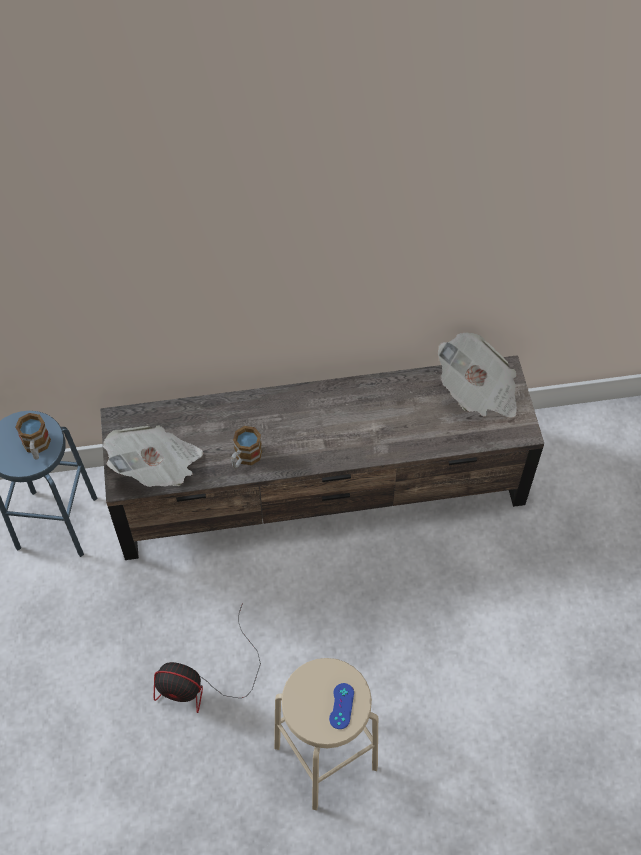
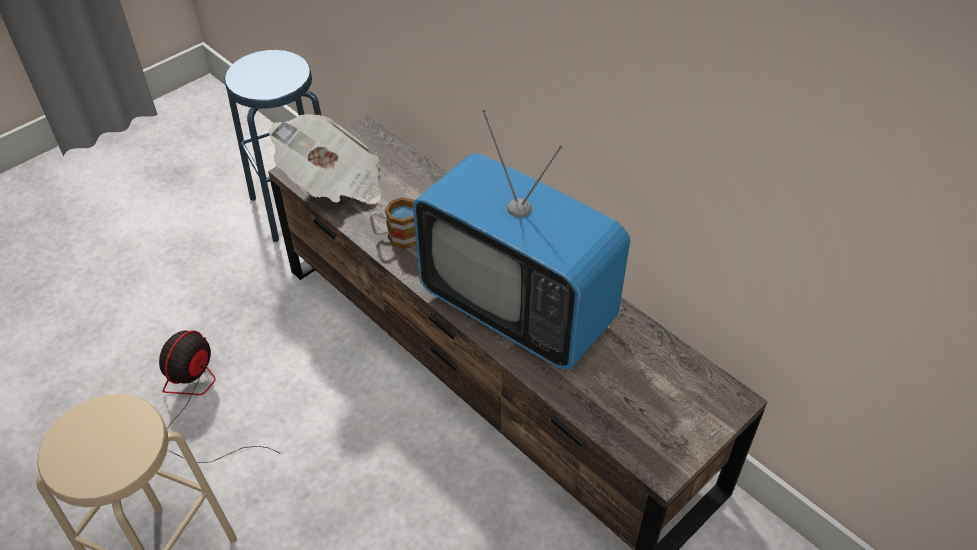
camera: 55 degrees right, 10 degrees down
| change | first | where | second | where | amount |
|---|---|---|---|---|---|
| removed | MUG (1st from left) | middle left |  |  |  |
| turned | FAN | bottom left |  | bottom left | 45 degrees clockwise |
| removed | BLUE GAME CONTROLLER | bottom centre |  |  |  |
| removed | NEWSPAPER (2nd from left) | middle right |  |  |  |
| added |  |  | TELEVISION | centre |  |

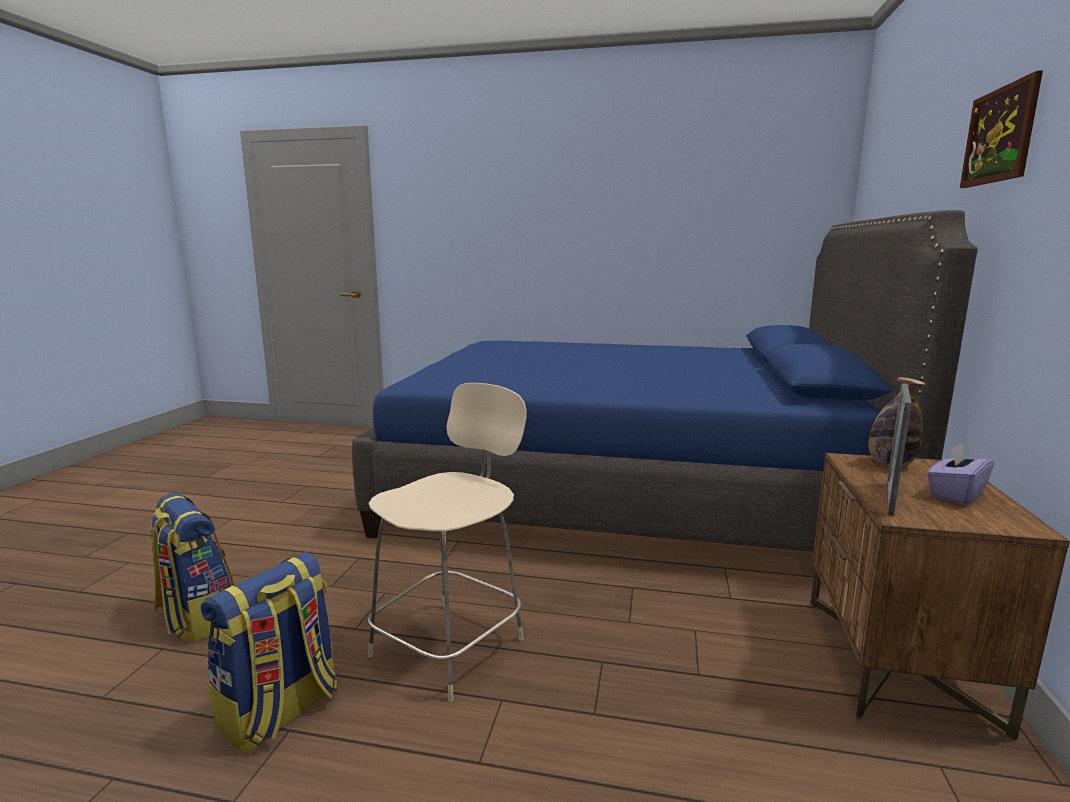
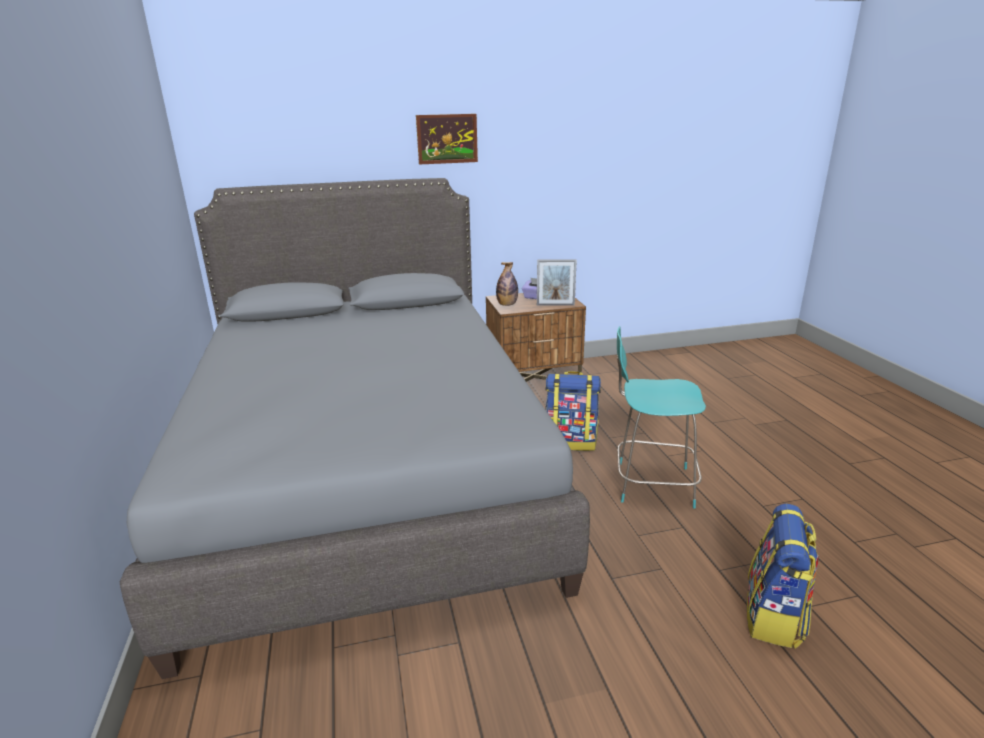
camera: 115 degrees left, 10 degrees up
| change | first | where | second | where | amount |
|---|---|---|---|---|---|
| moved | BACKPACK (2nd from left in the first image) | bottom left | BACKPACK (1st from left) | centre |  |
| recoloured | BLUE BED | centre | GREY BED | centre |  |
| recoloured | BEIGE CHAIR | bottom centre | TURQUOISE CHAIR | middle right |  |

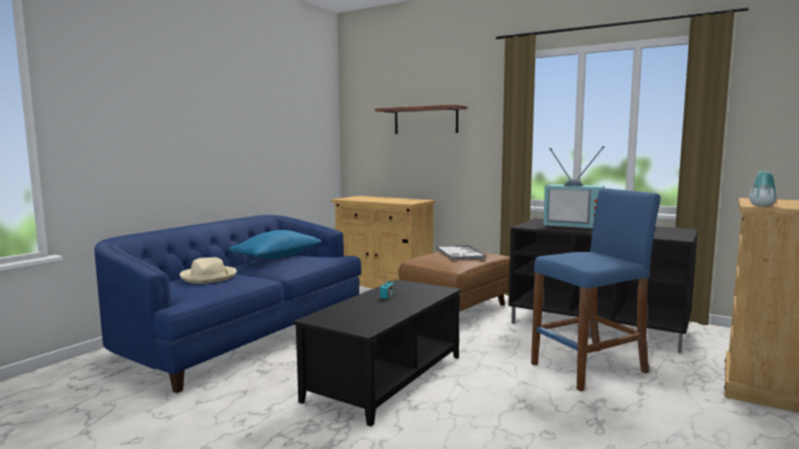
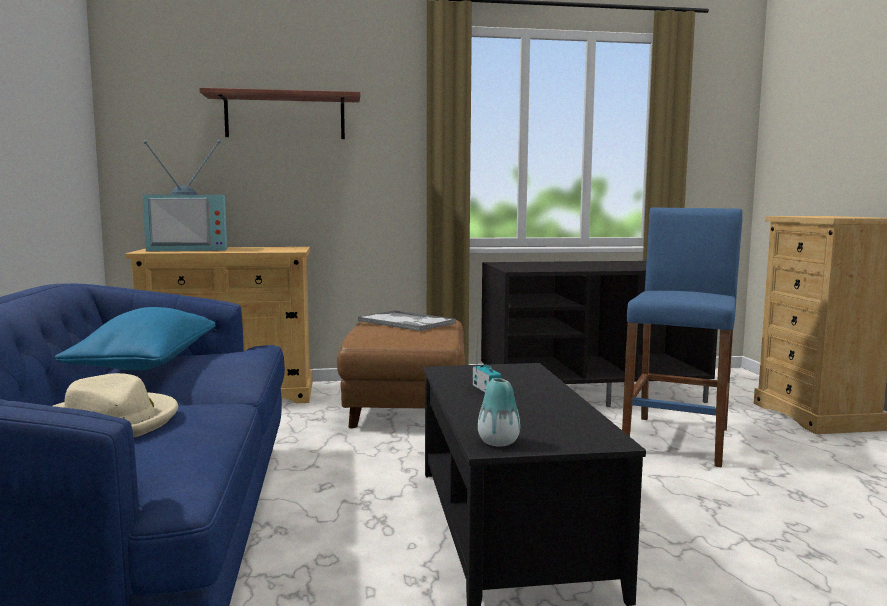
camera: 40 degrees left, 0 degrees up
| change | first | where | second | where | amount |
|---|---|---|---|---|---|
| moved | TELEVISION | middle right |  | top left |  |
| moved | VASE | middle right |  | bottom centre |  |

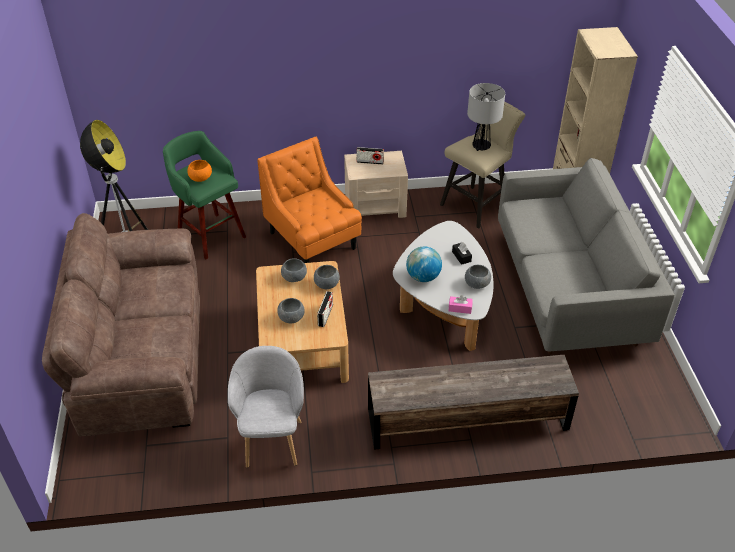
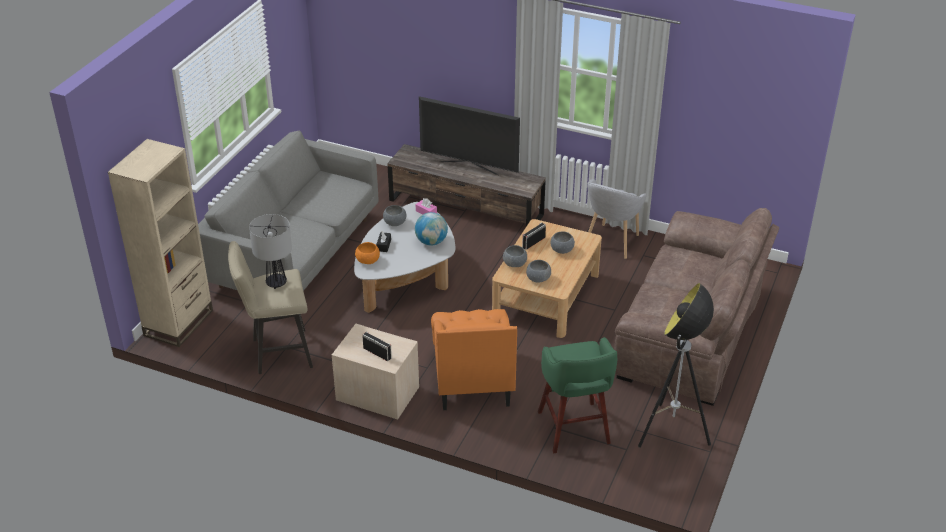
camera: 150 degrees left, 5 degrees down
| change | first | where | second | where | amount |
|---|---|---|---|---|---|
| moved | ORANGE BOWL | top left |  | centre |  |
| added |  |  | TELEVISION | top centre |  |

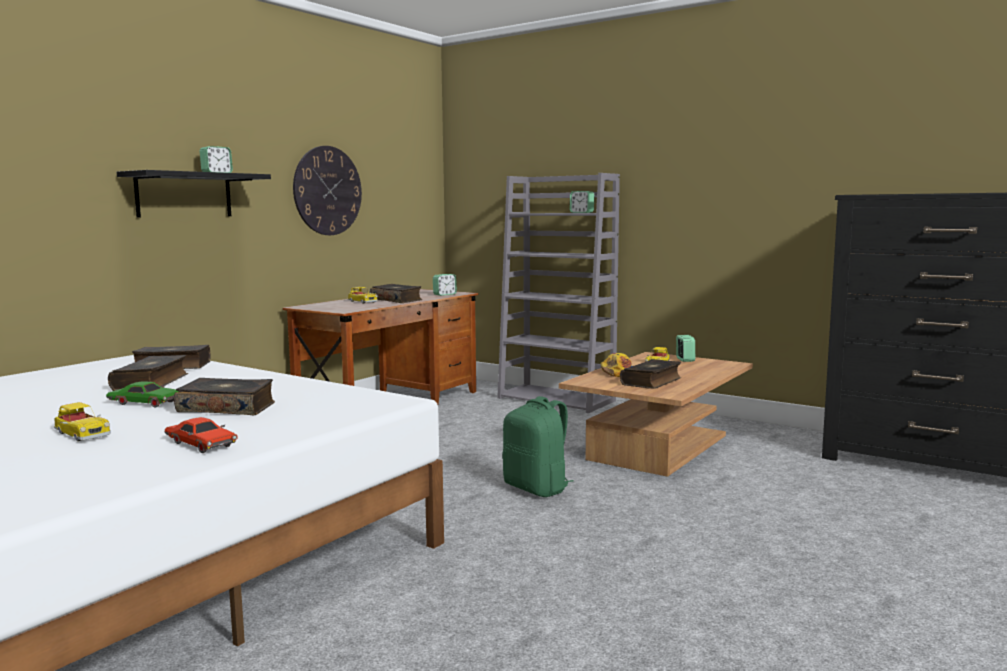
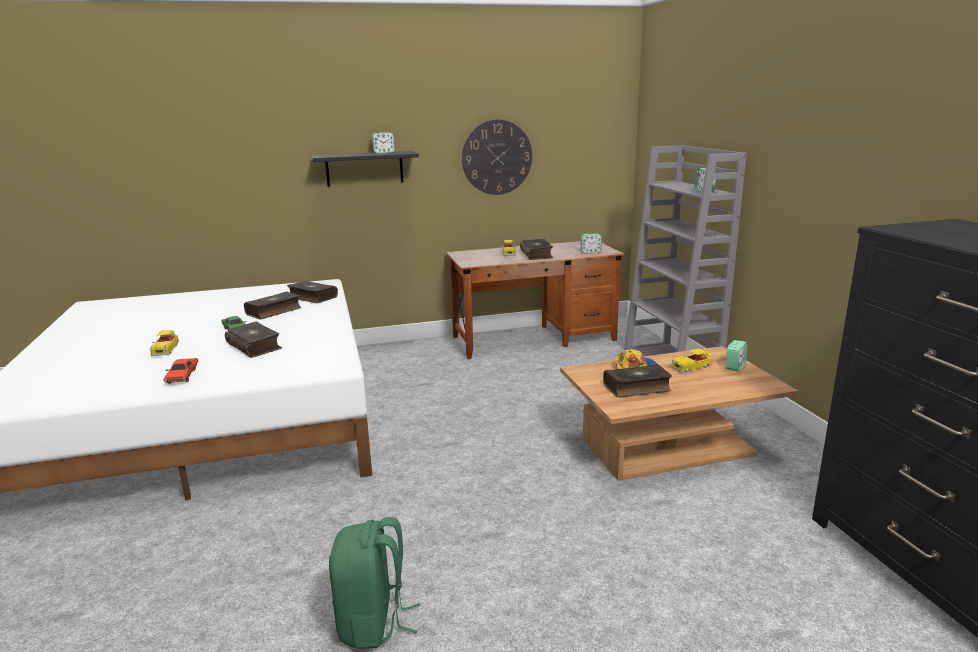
camera: 40 degrees right, 10 degrees up
| change | first | where | second | where | amount |
|---|---|---|---|---|---|
| moved | GREEN BACKPACK | centre |  | bottom centre |  |

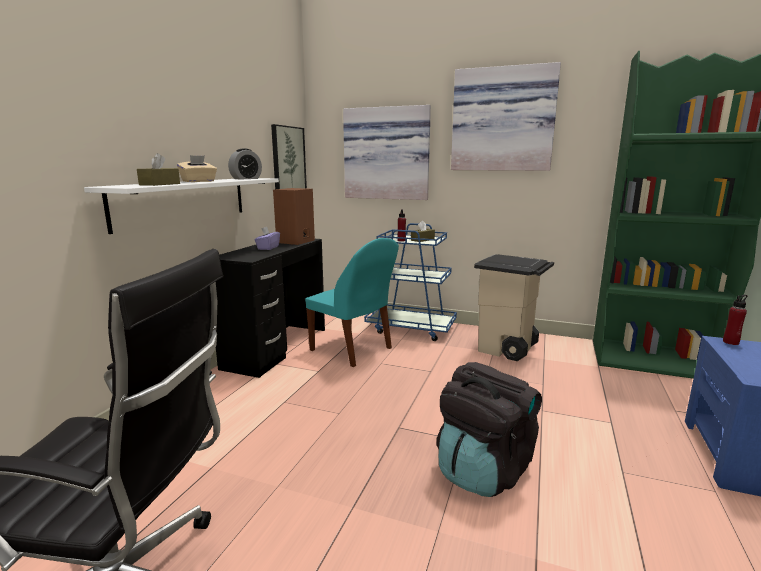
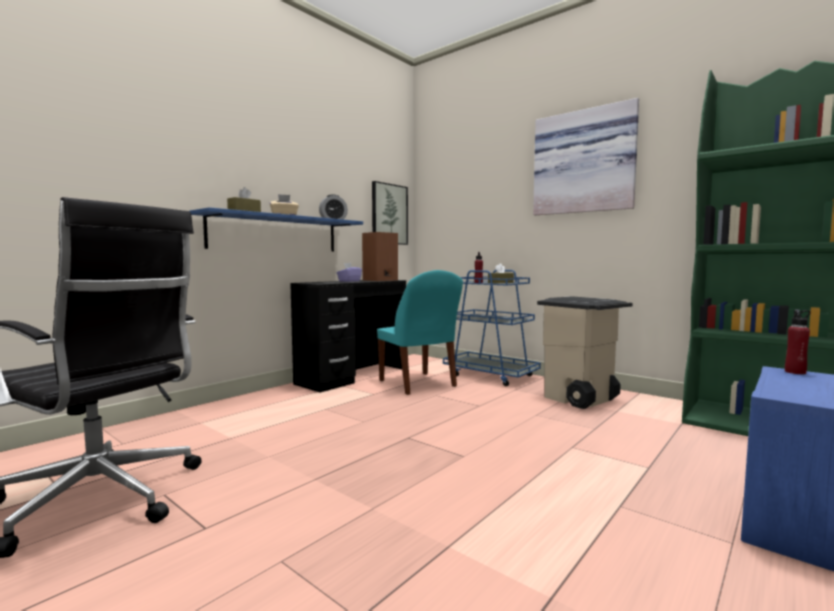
camera: 20 degrees right, 10 degrees down
| change | first | where | second | where | amount |
|---|---|---|---|---|---|
| recoloured | WHITE SHELF | middle left | BLUE SHELF | middle left |  |
| removed | PICTURE (2nd from left) | top centre |  |  |  |
| removed | BLACK BACKPACK | bottom centre |  |  |  |

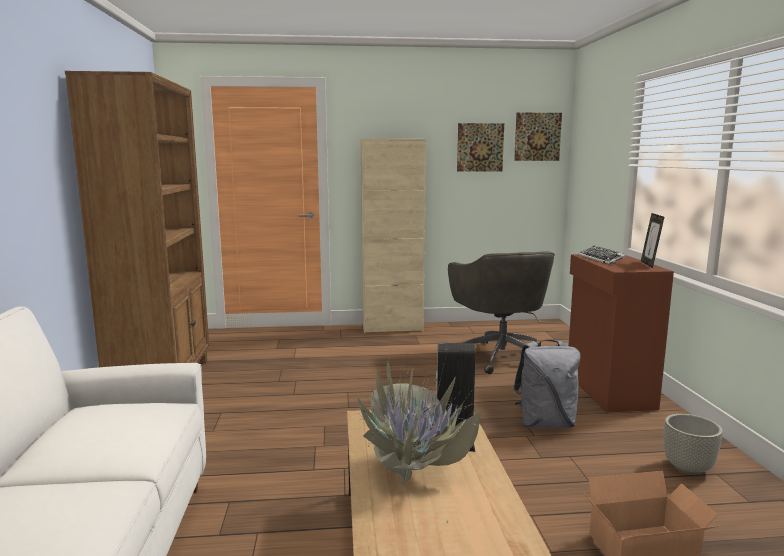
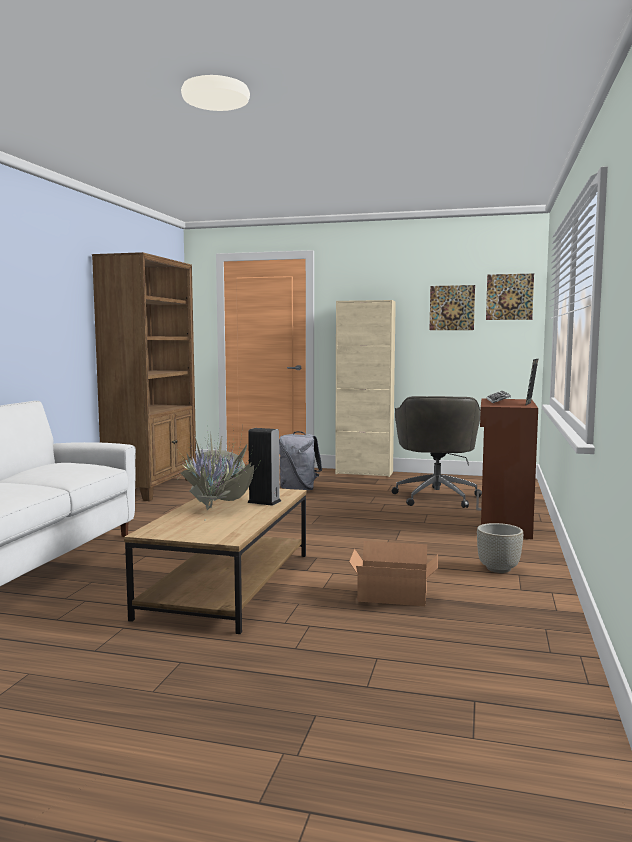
camera: 20 degrees right, 5 degrees down
| change | first | where | second | where | amount |
|---|---|---|---|---|---|
| moved | GREY BACKPACK | bottom right |  | centre |  |

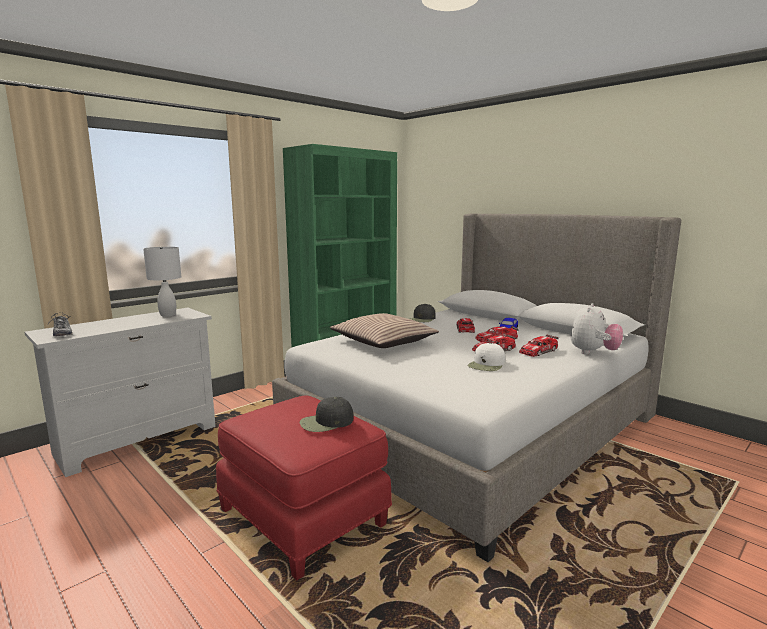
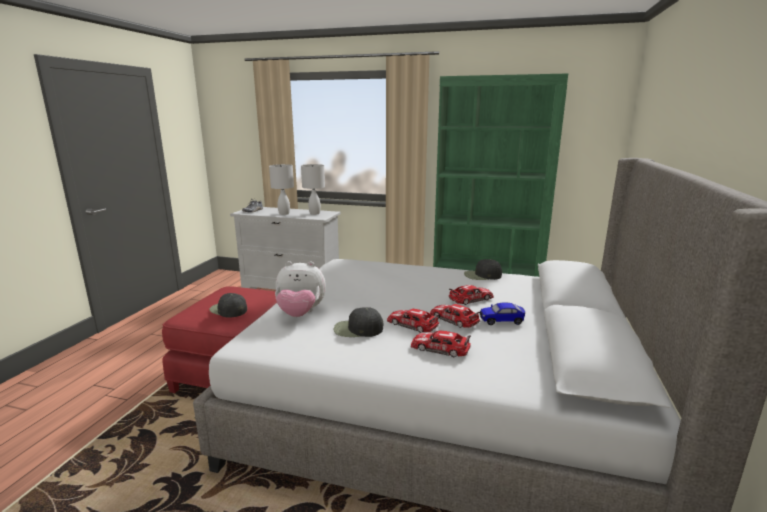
camera: 60 degrees right, 5 degrees up
| change | first | where | second | where | amount |
|---|---|---|---|---|---|
| removed | PILLOW | centre |  |  |  |
| recoloured | WHITE CAP | centre | BLACK CAP (2nd from left) | centre |  |
| moved | PLUSH TOY | middle right |  | centre |  |
| added |  |  | WHITE TABLE LAMP (1st from left) | centre |  |

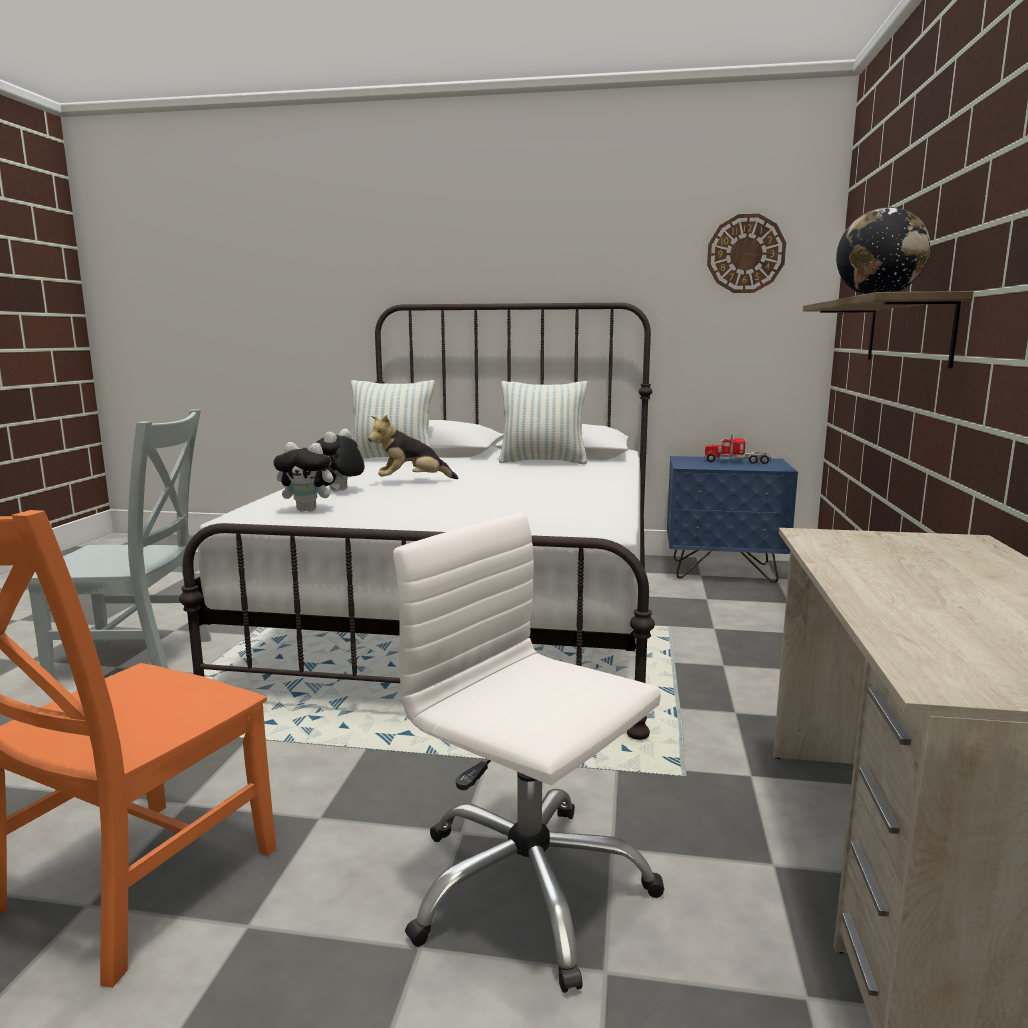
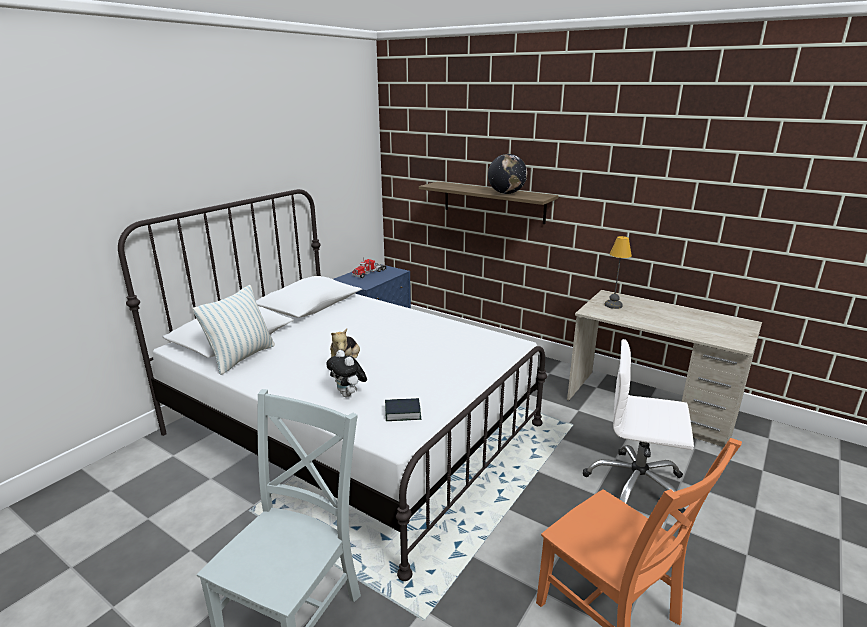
camera: 65 degrees left, 10 degrees up
| change | first | where | second | where | amount |
|---|---|---|---|---|---|
| replaced | PLUSH TOY (1st from left) | middle left | BOOK | centre |  |
| turned | WHITE OFFICE CHAIR | bottom centre |  | bottom right | 45 degrees clockwise |
| removed | PILLOW (2nd from left) | centre |  |  |  |
| removed | WALL CLOCK | top right |  |  |  |
| added |  |  | TABLE LAMP | middle right |  |

